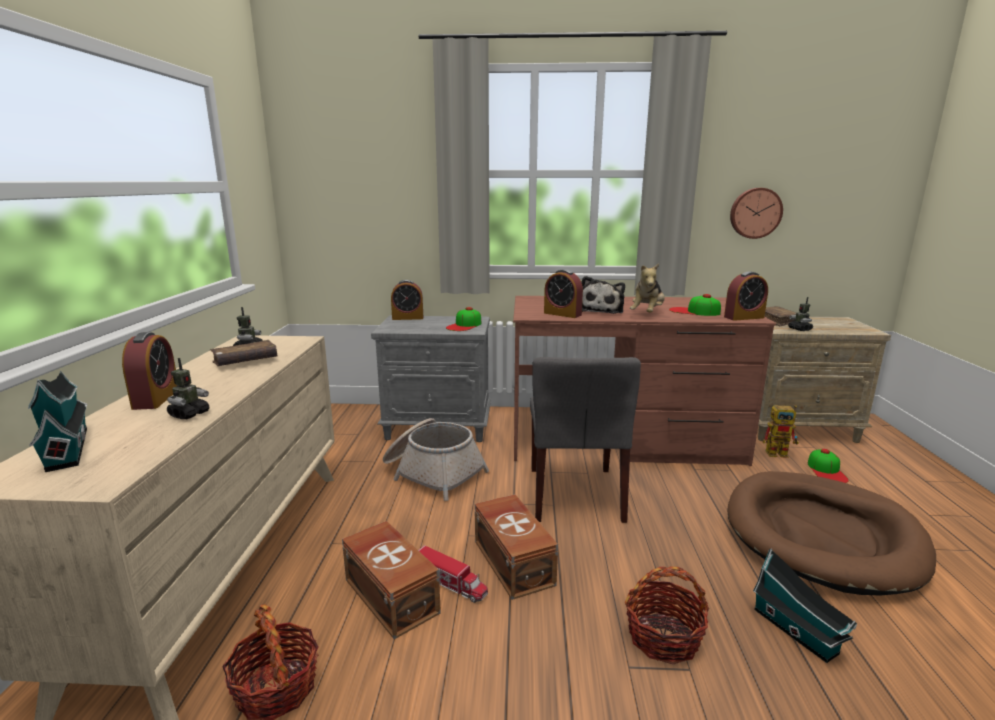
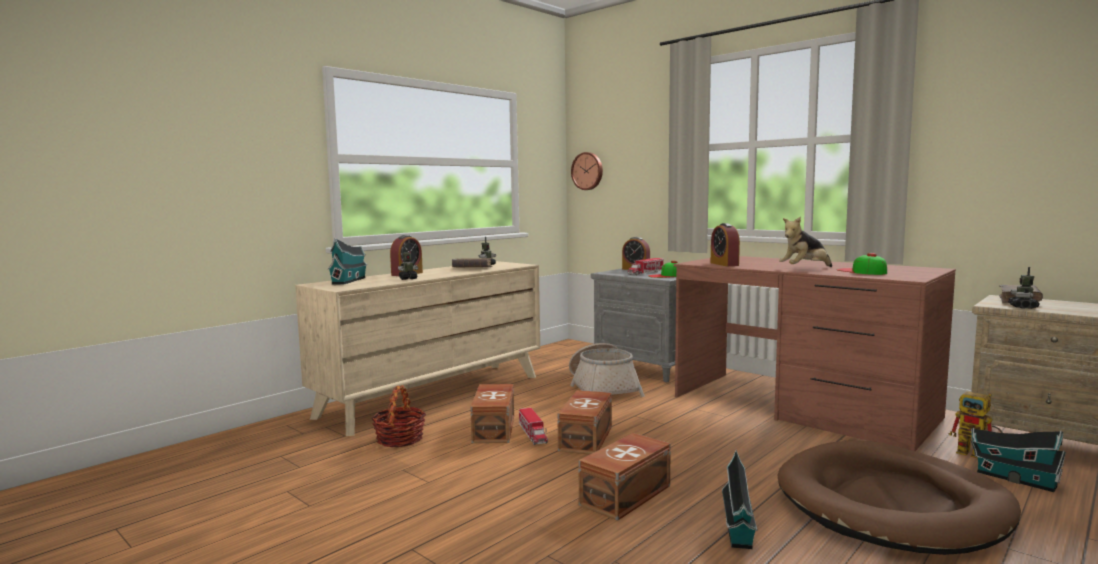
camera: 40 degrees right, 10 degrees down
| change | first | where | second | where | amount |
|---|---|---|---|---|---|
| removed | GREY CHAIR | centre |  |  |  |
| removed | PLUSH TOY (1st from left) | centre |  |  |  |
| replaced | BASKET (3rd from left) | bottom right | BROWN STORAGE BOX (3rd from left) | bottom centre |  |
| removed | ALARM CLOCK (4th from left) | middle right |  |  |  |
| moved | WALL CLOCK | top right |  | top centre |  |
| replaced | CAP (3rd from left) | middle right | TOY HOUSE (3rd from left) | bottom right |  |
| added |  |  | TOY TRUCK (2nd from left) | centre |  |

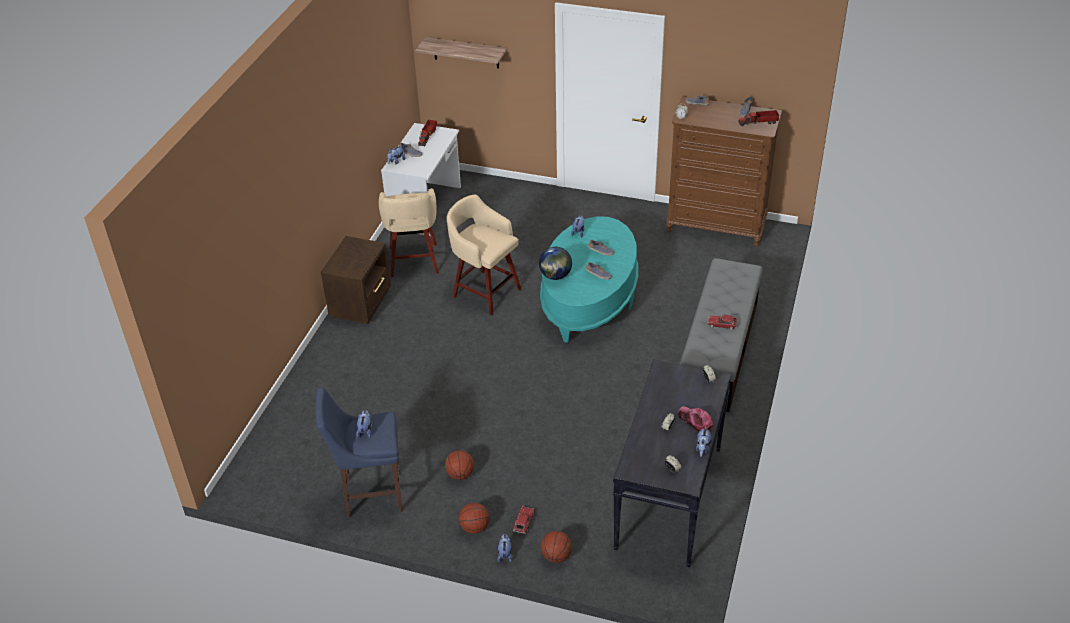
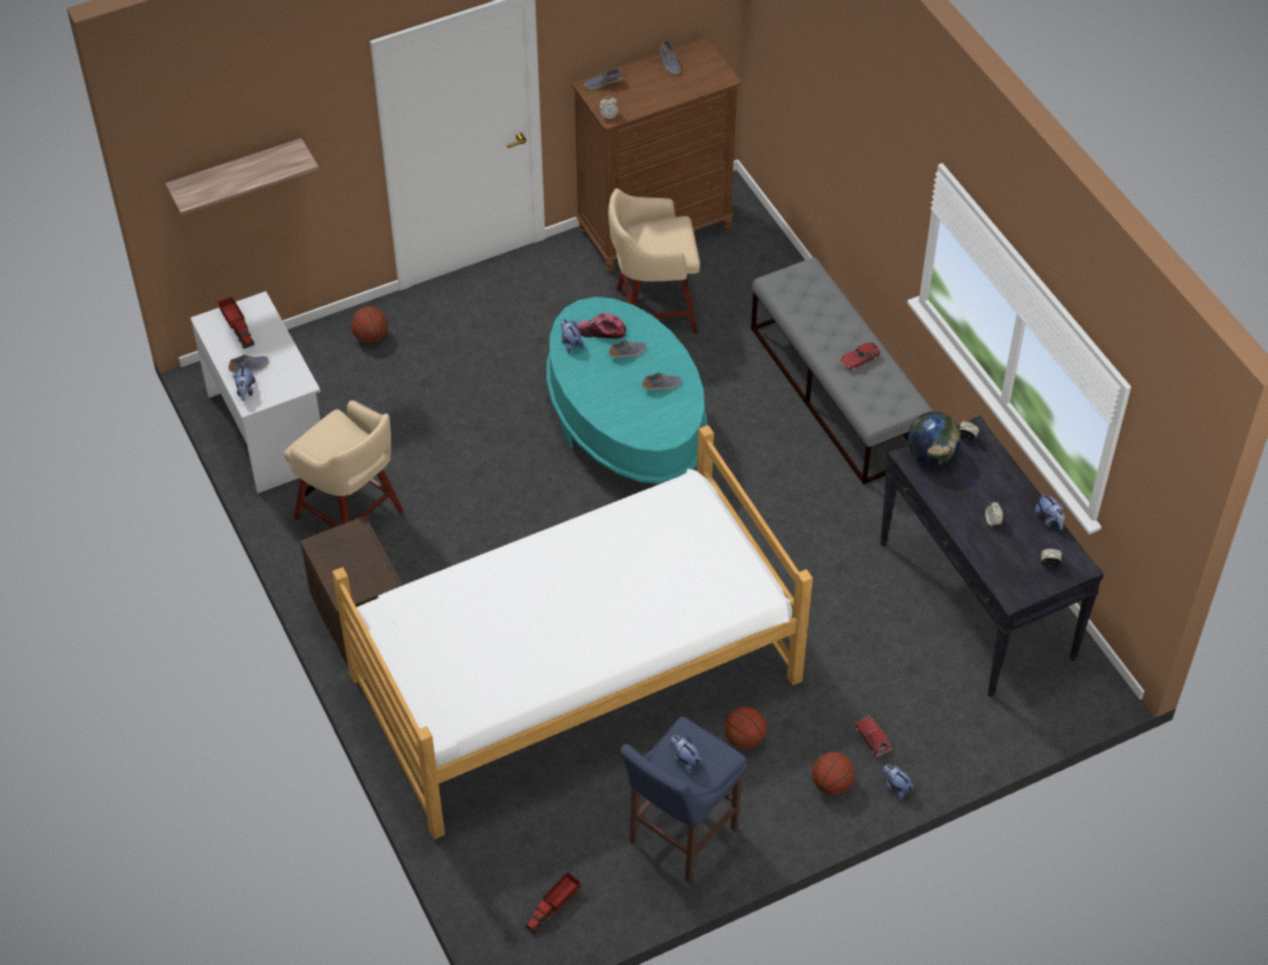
camera: 45 degrees left, 10 degrees up
| change | first | where | second | where | amount |
|---|---|---|---|---|---|
| moved | BEIGE STOOL (2nd from left) | centre |  | top centre |  |
| moved | GLOBE | centre |  | middle right |  |
| moved | BASKETBALL (3rd from left in the first image) | bottom centre | BASKETBALL (1st from left) | middle left |  |
| moved | CAP | bottom centre |  | centre |  |
| moved | TOY TRUCK (2nd from left) | top right |  | bottom centre |  |
| added |  |  | BED | centre |  |

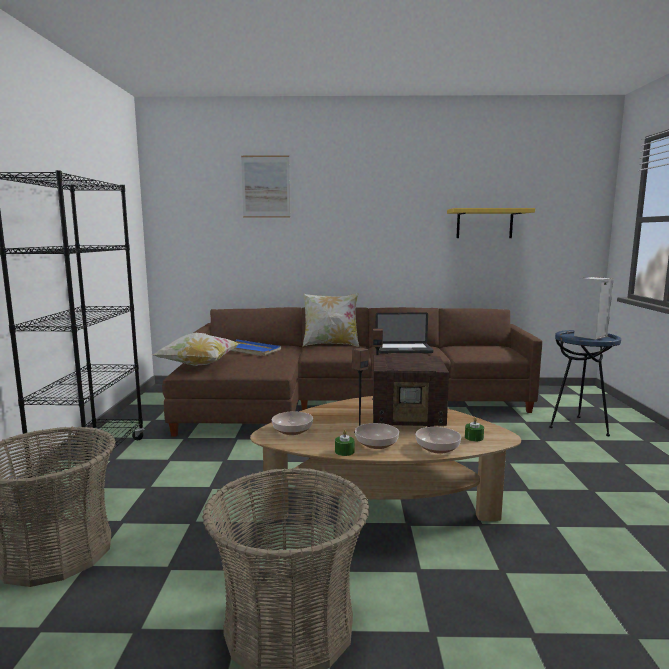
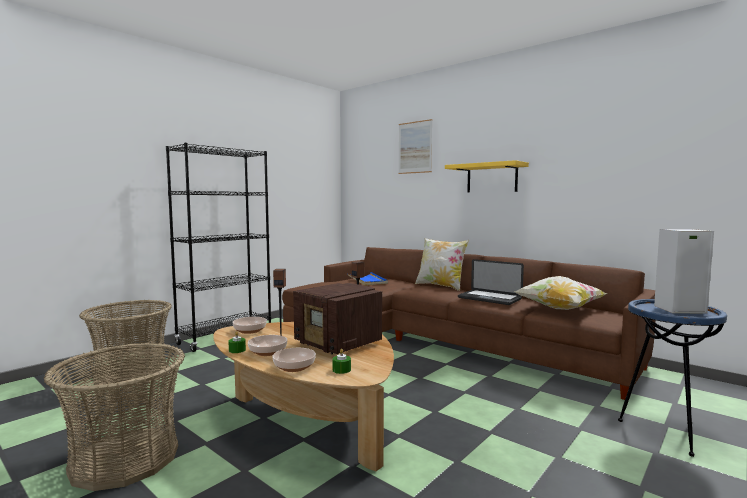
camera: 40 degrees right, 5 degrees down
| change | first | where | second | where | amount |
|---|---|---|---|---|---|
| moved | PILLOW (1st from left in the first image) | middle left | PILLOW (2nd from left) | middle right |  |
| moved | YELLOW SHELF | middle right |  | centre |  |

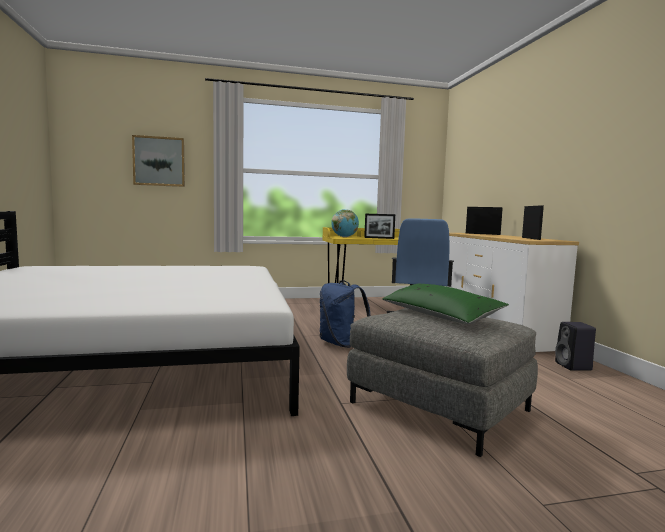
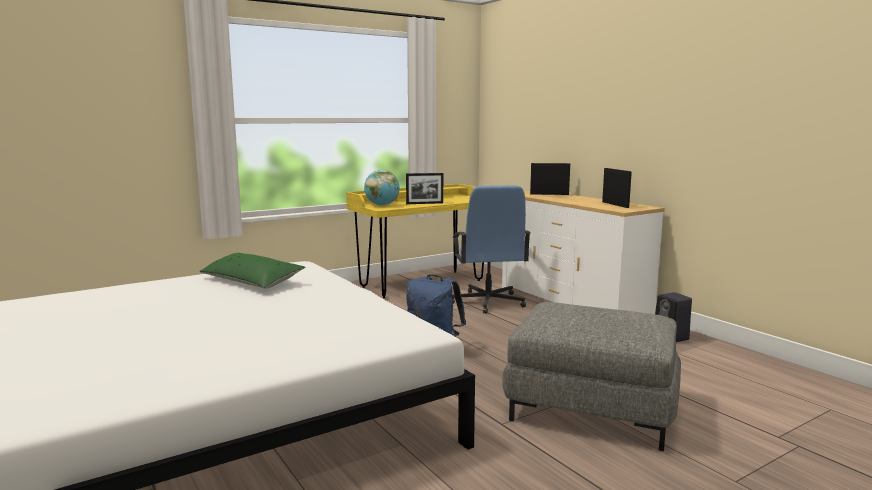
camera: 20 degrees left, 5 degrees up
| change | first | where | second | where | amount |
|---|---|---|---|---|---|
| removed | PICTURE | top left |  |  |  |
| moved | GREEN PILLOW | middle right |  | middle left |  |

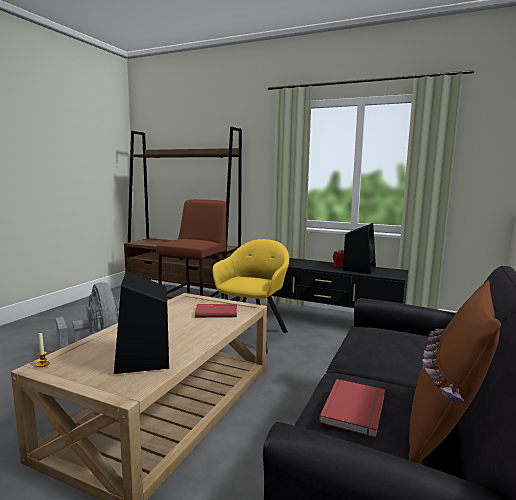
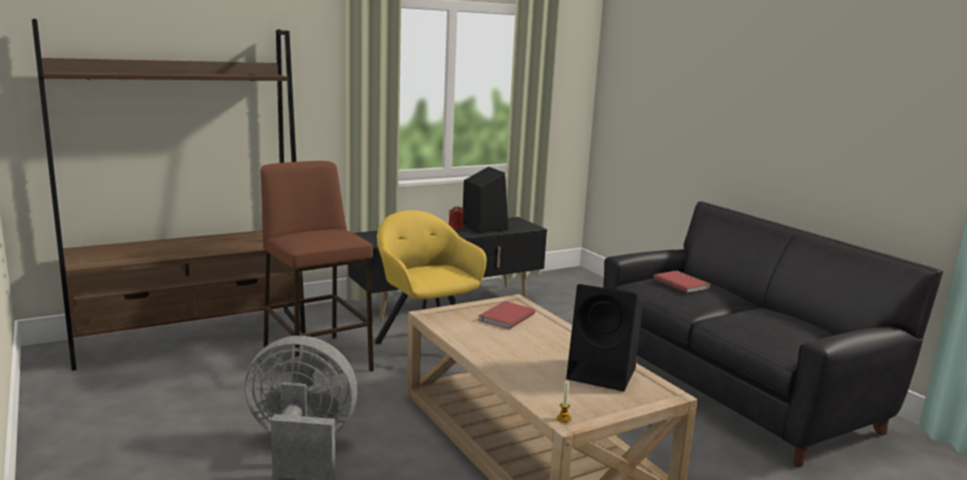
camera: 55 degrees left, 5 degrees up
| change | first | where | second | where | amount |
|---|---|---|---|---|---|
| moved | RED BOOK (2nd from left) | bottom right |  | middle right |  |
| removed | BROWN PILLOW | bottom right |  |  |  |

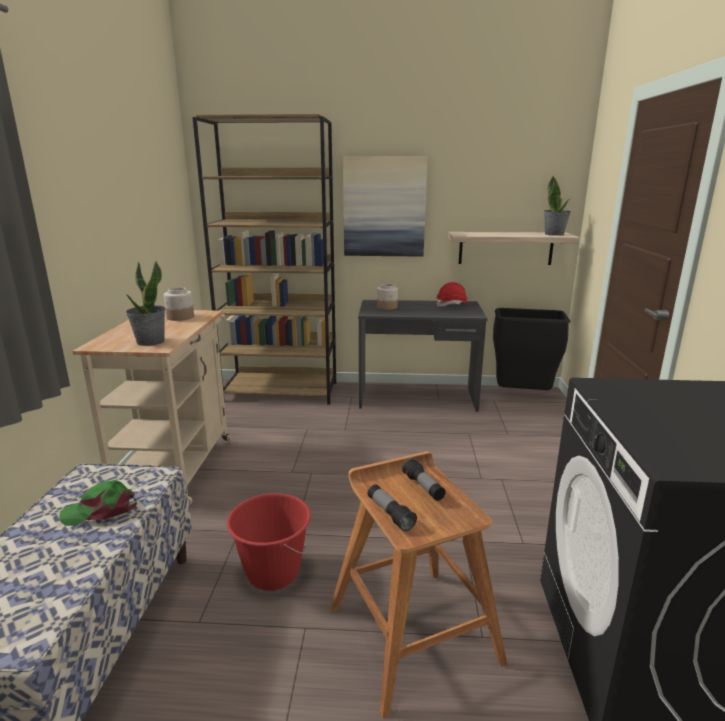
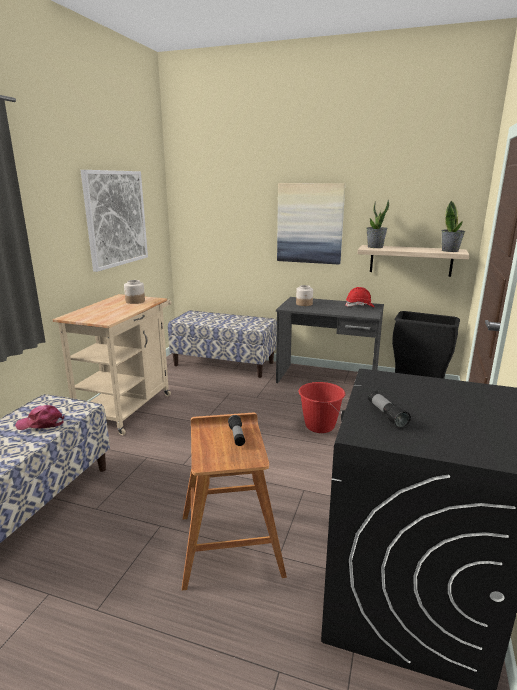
camera: 15 degrees right, 0 degrees up
| change | first | where | second | where | amount |
|---|---|---|---|---|---|
| recoloured | GREEN CAP | bottom left | PINK CAP | middle left |  |
| moved | POTTED PLANT (1st from left) | middle left |  | top right |  |
| replaced | BROWN BOOKCASE | centre | BENCH (2nd from left) | centre |  |
| moved | RED BUCKET | bottom centre |  | centre |  |
| moved | FLASHLIGHT (1st from left in the first image) | bottom centre | FLASHLIGHT (2nd from left) | middle right |  |
| added |  |  | PICTURE (1st from left) | top left |  |

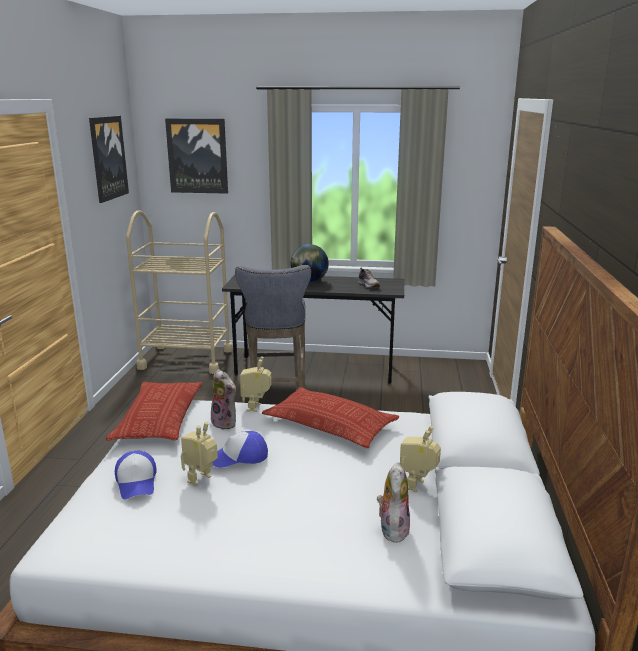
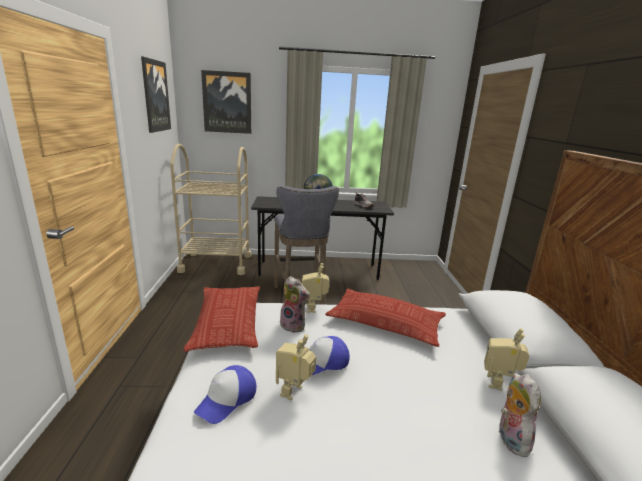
camera: 10 degrees left, 0 degrees up
| change | first | where | second | where | amount |
|---|---|---|---|---|---|
| turned | CAP (1st from left) | bottom left |  | bottom centre | 60 degrees clockwise |

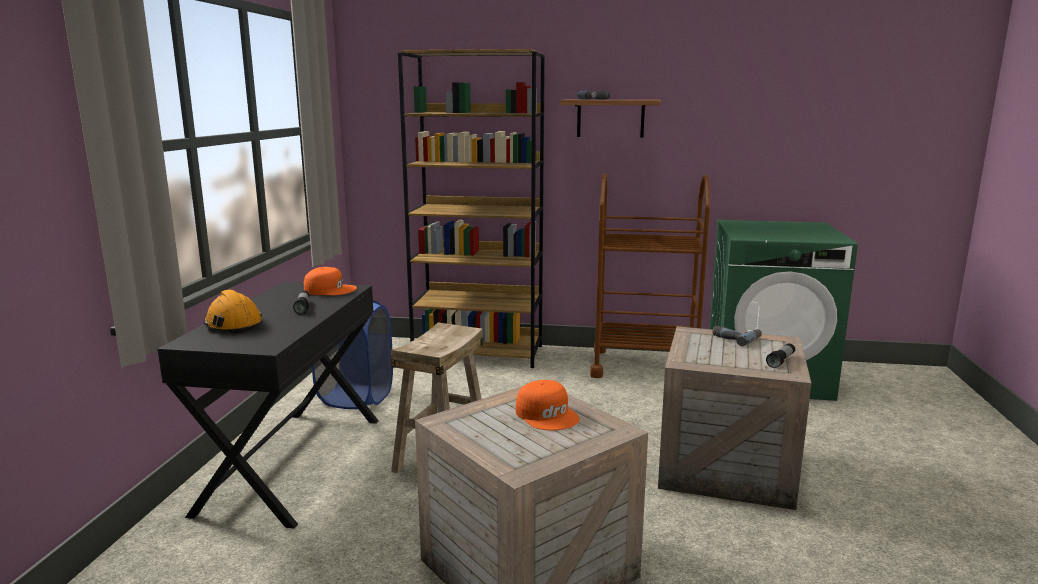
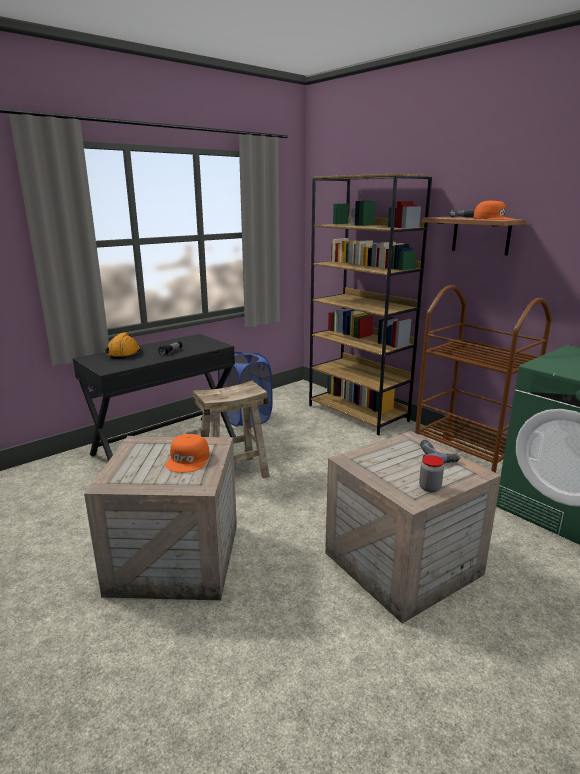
camera: 40 degrees right, 5 degrees up
| change | first | where | second | where | amount |
|---|---|---|---|---|---|
| moved | ORANGE CAP (1st from left in the first image) | middle left | ORANGE CAP (2nd from left) | top right |  |
| replaced | FLASHLIGHT (2nd from left) | middle right | JAR | middle right |  |

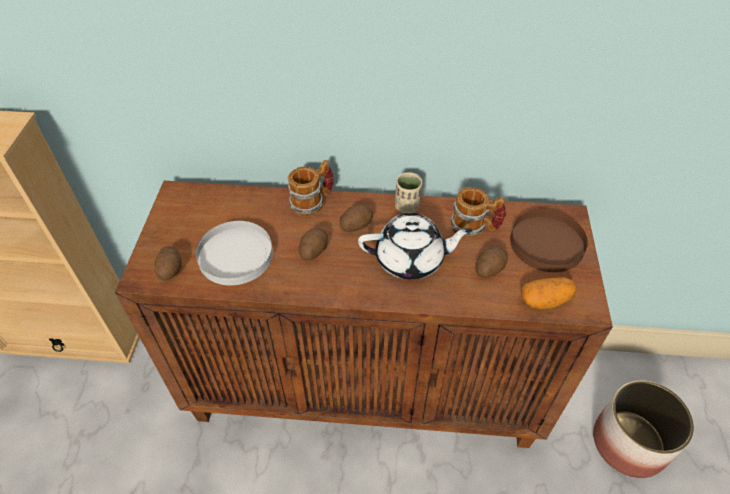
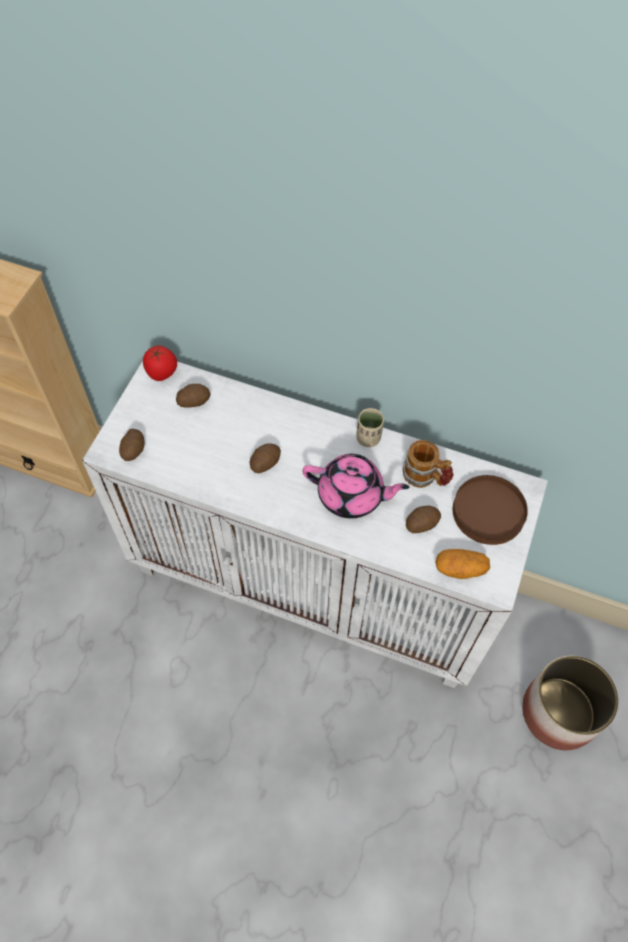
camera: 15 degrees right, 10 degrees up
| change | first | where | second | where | amount |
|---|---|---|---|---|---|
| recoloured | BROWN CABINET | centre | WHITE CABINET | centre |  |
| removed | WHITE PLATE | middle left |  |  |  |
| removed | MUG (1st from left) | centre |  |  |  |
| moved | POTATO (3rd from left in the first image) | centre | POTATO (2nd from left) | middle left |  |
| recoloured | WHITE TEAPOT | centre | PINK TEAPOT | centre |  |
| added |  |  | TOMATO | middle left |  |

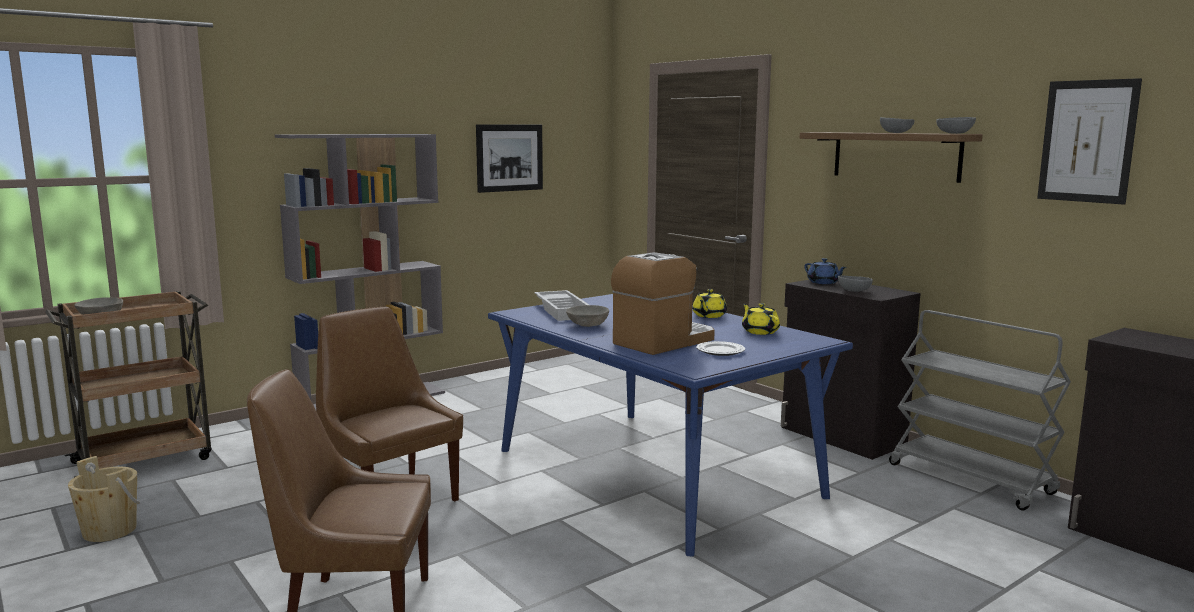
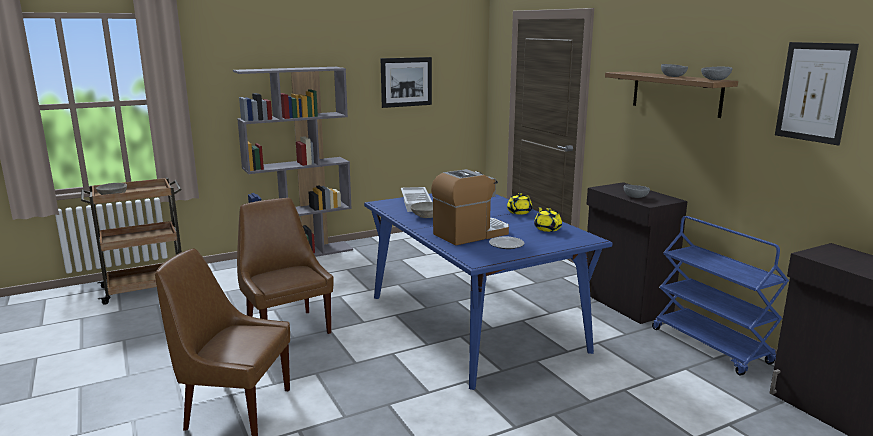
camera: 10 degrees right, 5 degrees up
| change | first | where | second | where | amount |
|---|---|---|---|---|---|
| removed | BEIGE BUCKET | bottom left |  |  |  |
| removed | BLUE TEAPOT | middle right |  |  |  |
| recoloured | GREY CART | bottom right | BLUE CART | bottom right |  |

